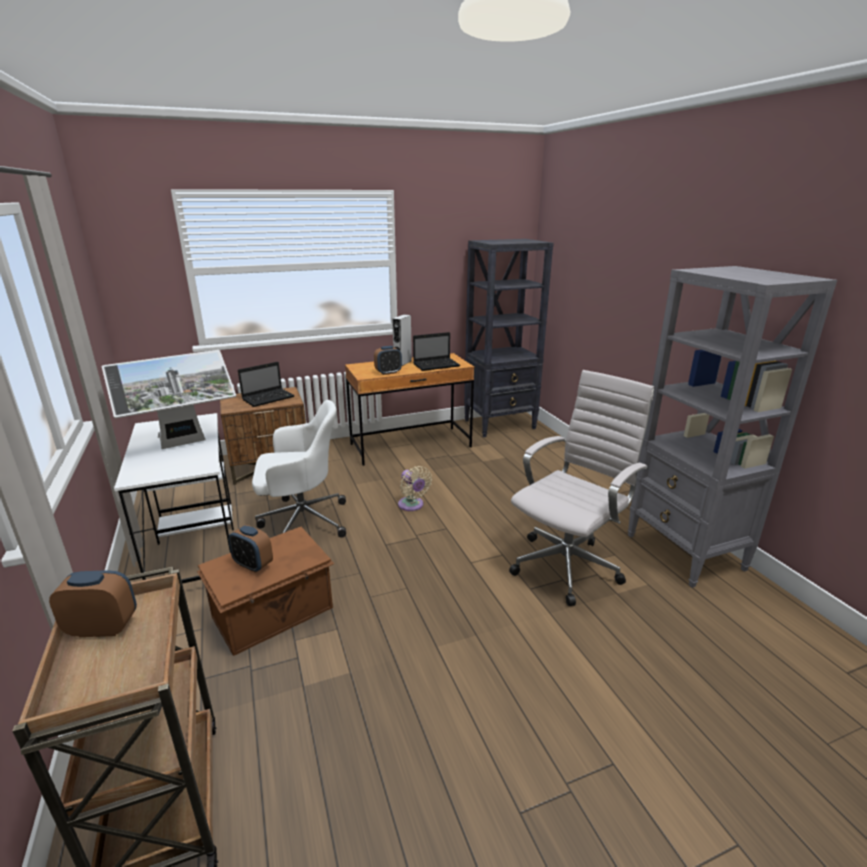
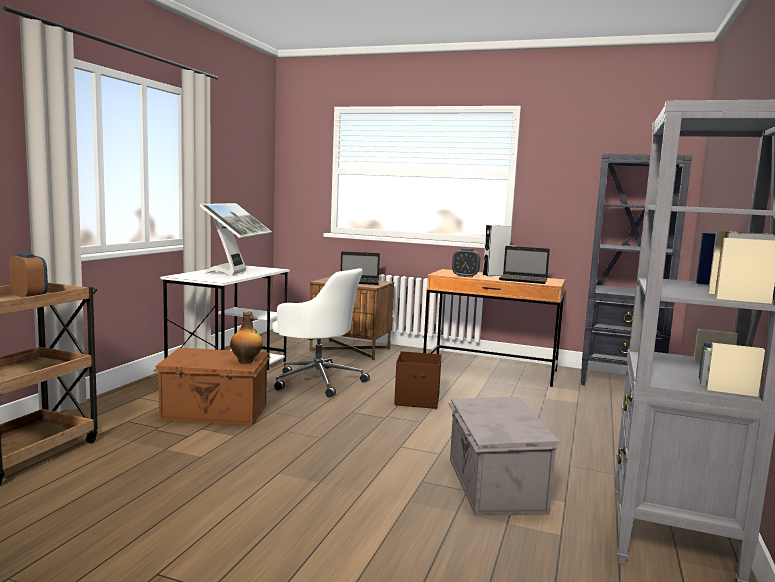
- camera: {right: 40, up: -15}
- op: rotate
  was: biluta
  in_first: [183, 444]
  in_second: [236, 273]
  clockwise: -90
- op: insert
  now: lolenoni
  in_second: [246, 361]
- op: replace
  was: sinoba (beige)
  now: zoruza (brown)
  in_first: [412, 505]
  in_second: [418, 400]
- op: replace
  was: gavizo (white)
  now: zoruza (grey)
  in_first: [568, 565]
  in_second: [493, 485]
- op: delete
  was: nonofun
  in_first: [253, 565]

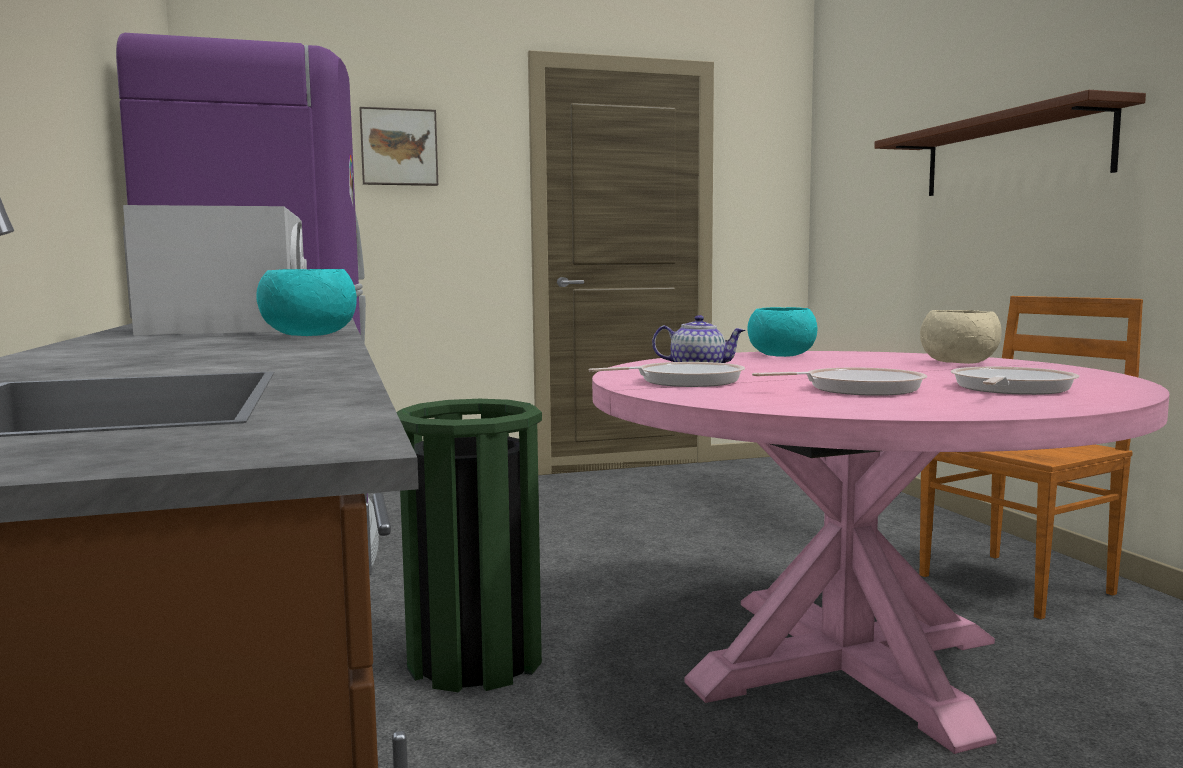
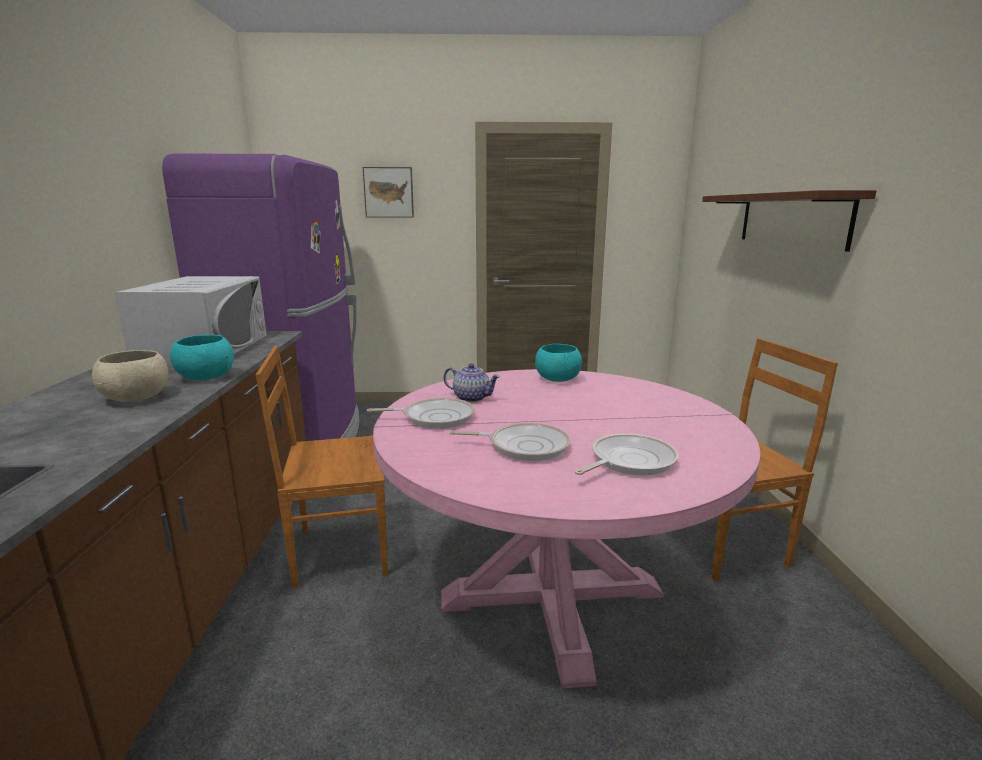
- camera: {right: 15, up: 10}
- op: move
  was: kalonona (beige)
  in_first: [958, 363]
  in_second: [135, 398]
- op: replace
  was: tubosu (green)
  now: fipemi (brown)
  in_first: [475, 660]
  in_second: [339, 552]

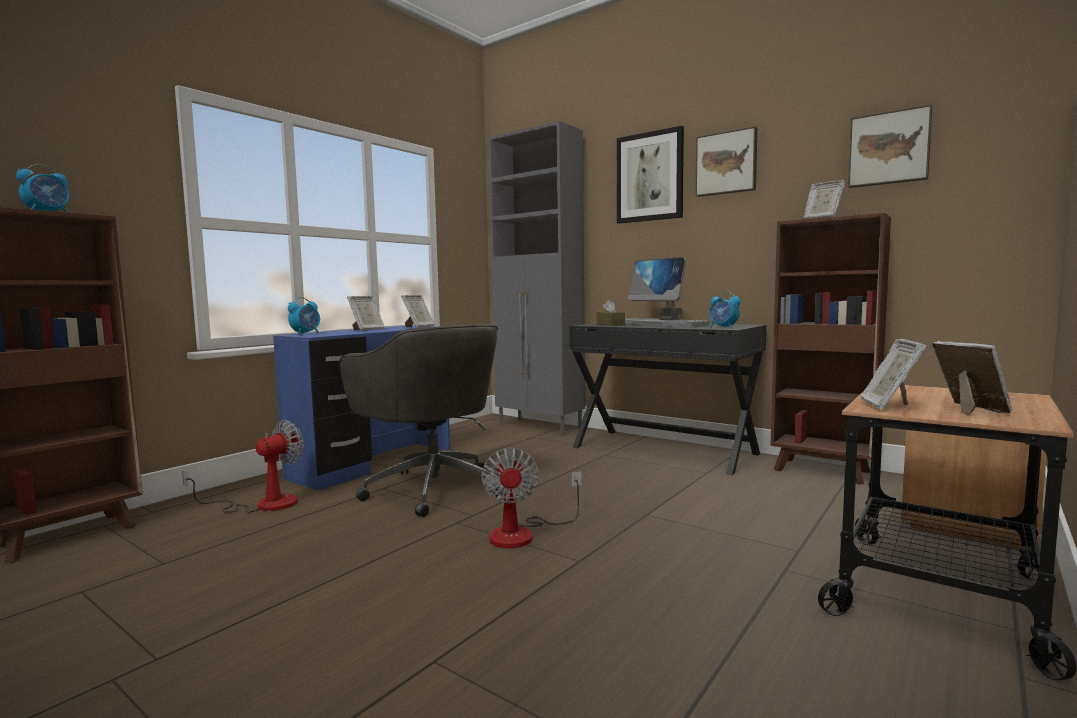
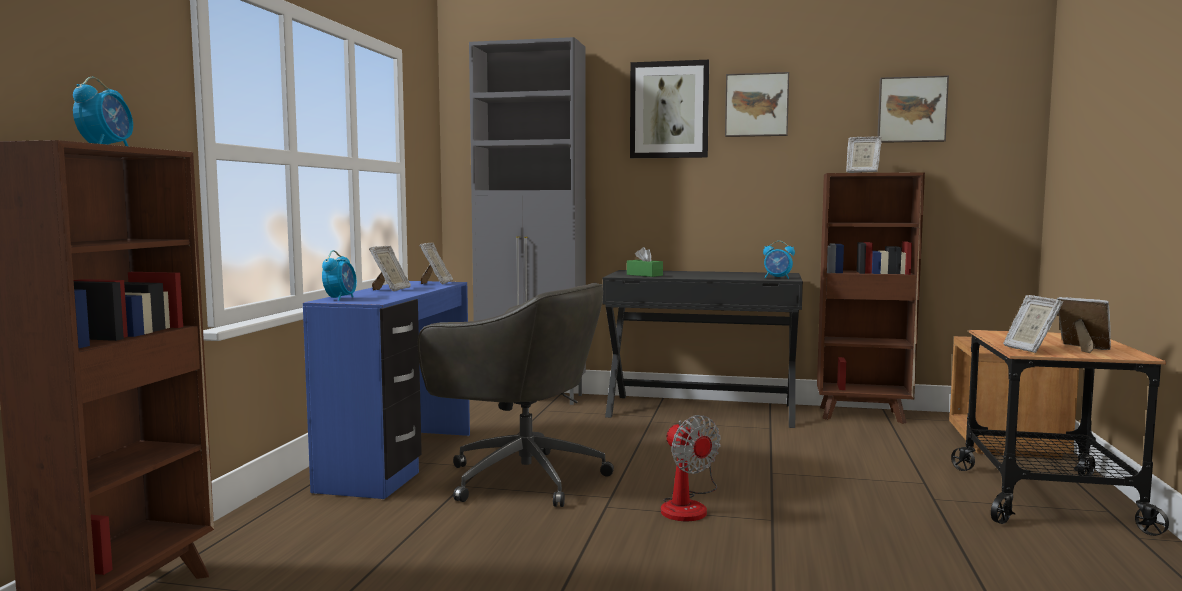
- camera: {right: -25, up: 0}
- op: recolor
  was: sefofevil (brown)
  now: sefofevil (green)
  in_first: [610, 324]
  in_second: [644, 275]
- op: delete
  was: sinoba
  in_first: [262, 504]
- op: delete
  was: biluta
  in_first: [662, 324]

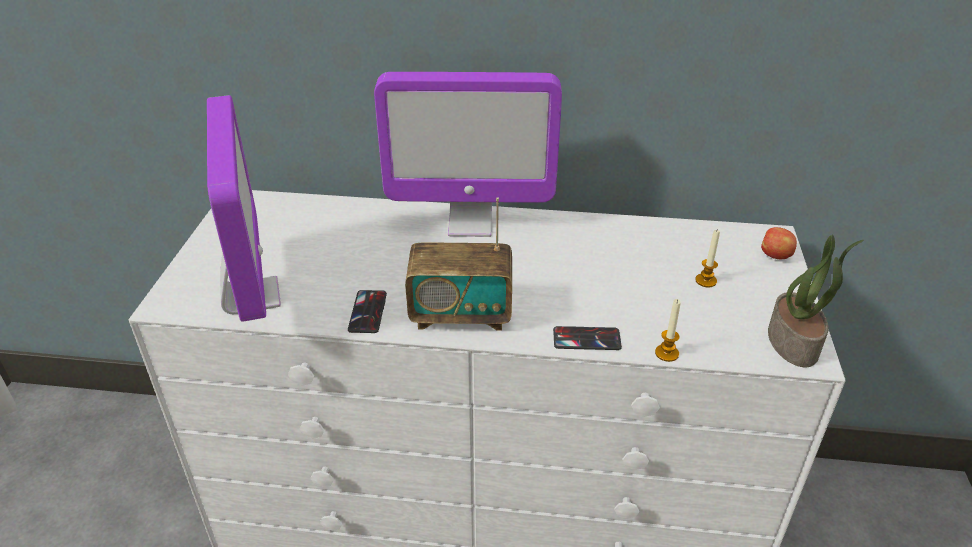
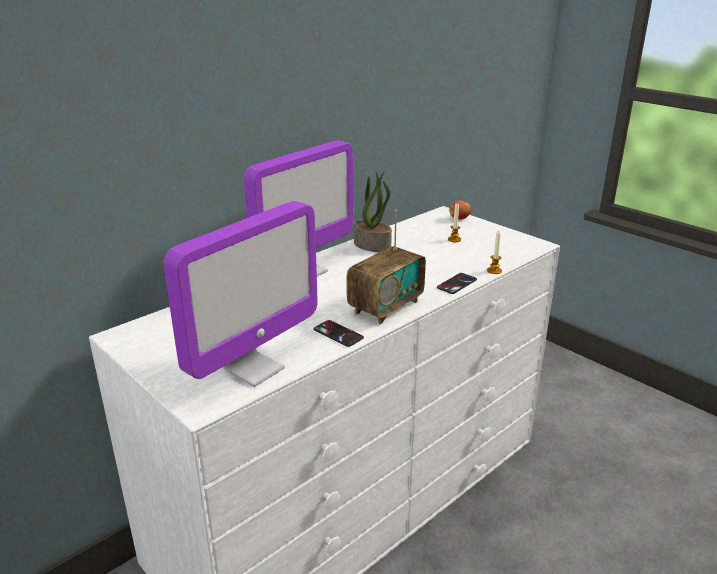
- camera: {right: -50, up: -10}
- op: rotate
  was: biluta
  in_first: [251, 297]
  in_second: [253, 369]
  clockwise: 105
- op: move
  was: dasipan
  in_first: [794, 343]
  in_second: [373, 245]

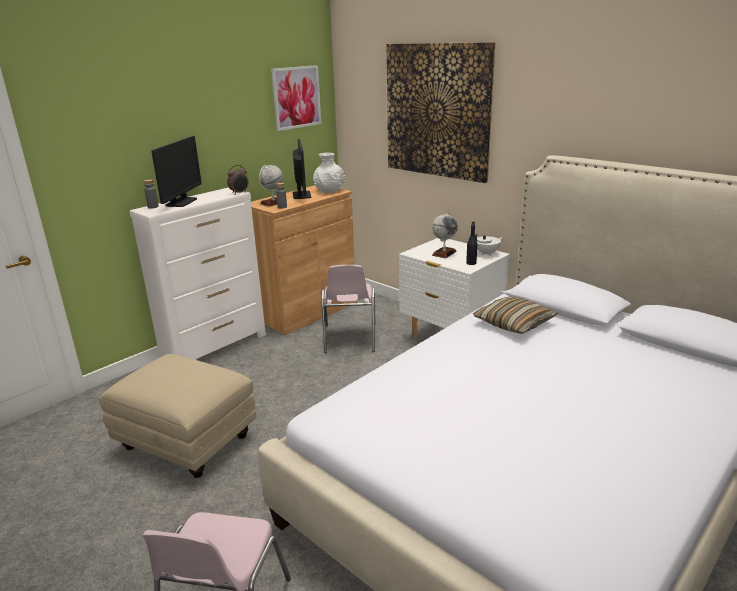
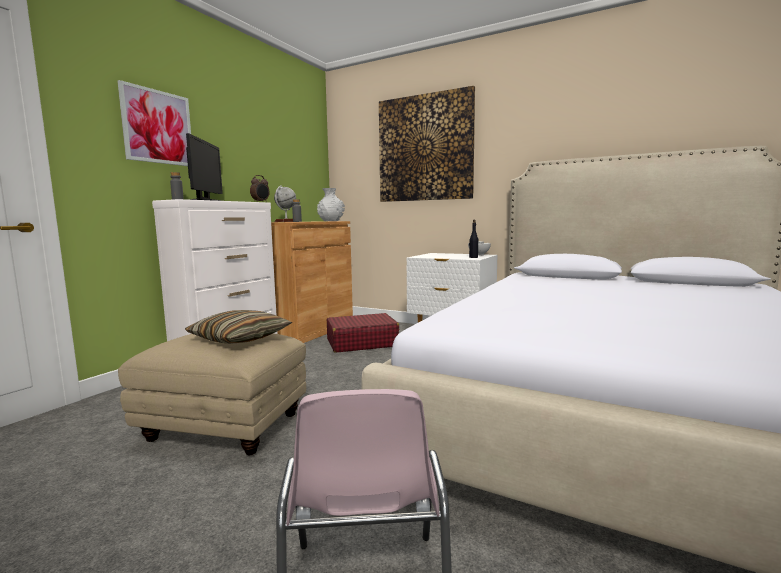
- camera: {right: -15, up: -15}
- op: move
  was: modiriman
  in_first: [296, 97]
  in_second: [157, 127]
- op: move
  was: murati
  in_first: [513, 323]
  in_second: [240, 338]
- op: replace
  was: fipemi (pink)
  now: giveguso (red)
  in_first: [349, 338]
  in_second: [361, 343]
- op: delete
  was: biluta
  in_first: [301, 195]
- op: delete
  was: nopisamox
  in_first: [444, 253]

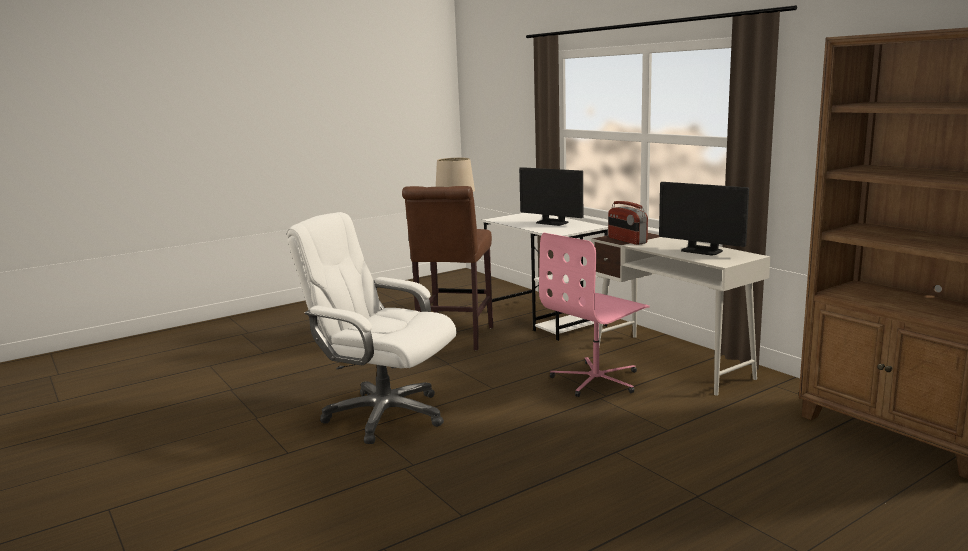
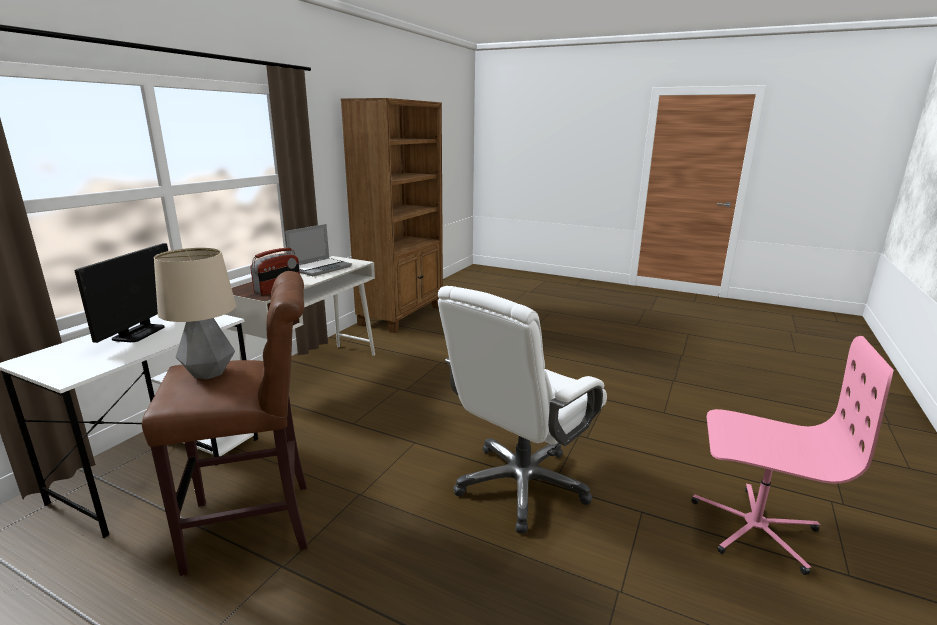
- camera: {right: -120, up: 5}
- op: replace
  was: biluta
  now: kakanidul
  in_first: [701, 251]
  in_second: [320, 268]
- op: rotate
  was: gavizo (white)
  in_first: [384, 415]
  in_second: [520, 485]
  clockwise: 45
- op: move
  was: gavizo (pink)
  in_first: [597, 380]
  in_second: [753, 527]

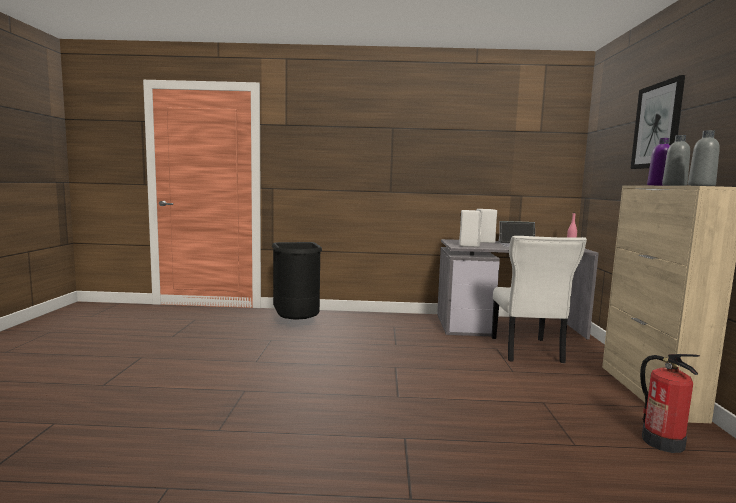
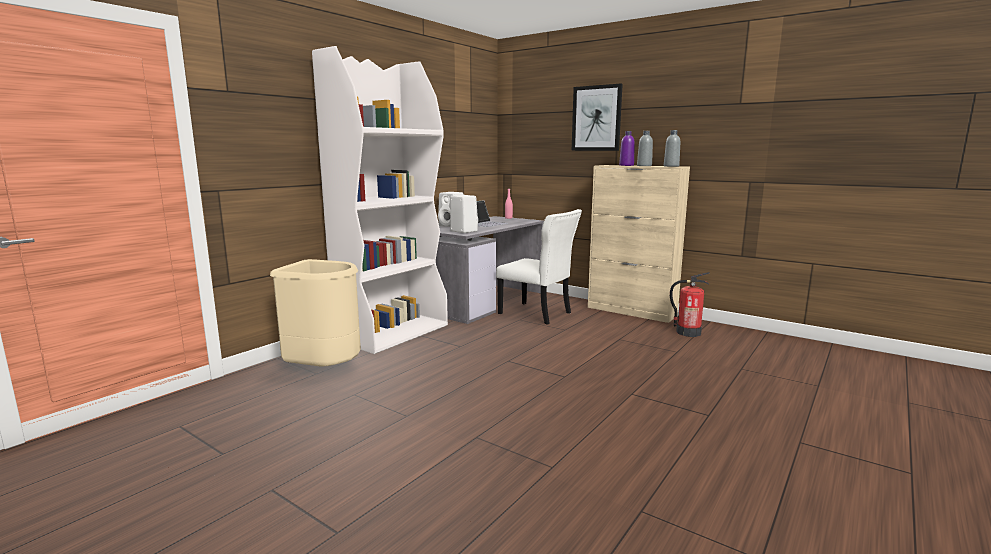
- camera: {right: -55, up: 5}
- op: recolor
  was: tubosu (black)
  now: tubosu (beige)
  in_first: [297, 323]
  in_second: [325, 369]
- op: insert
  now: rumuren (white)
  in_second: [393, 332]

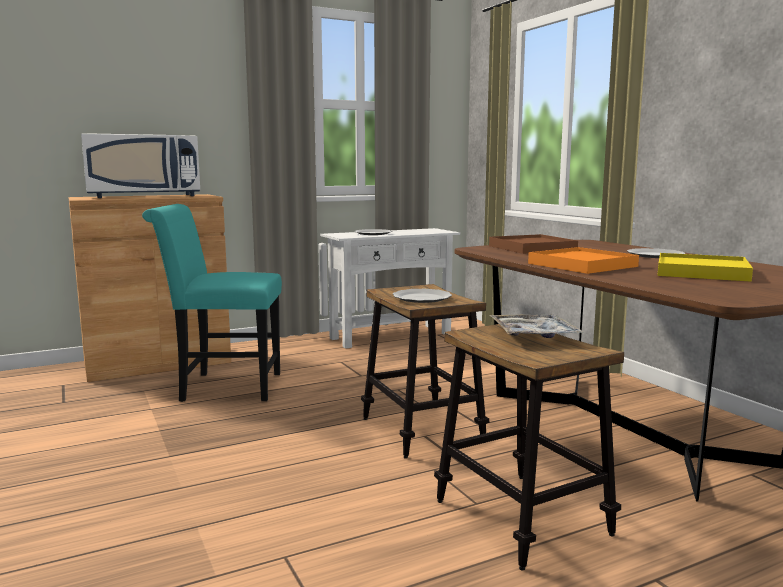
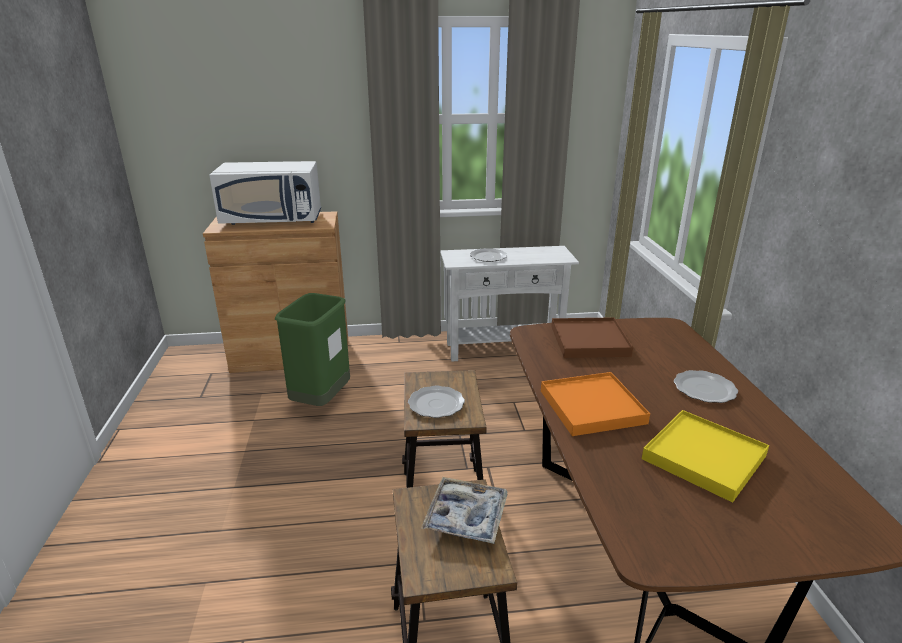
- camera: {right: 20, up: 15}
- op: replace
  was: fipemi (turquoise)
  now: tubosu (green)
  in_first: [223, 387]
  in_second: [321, 401]

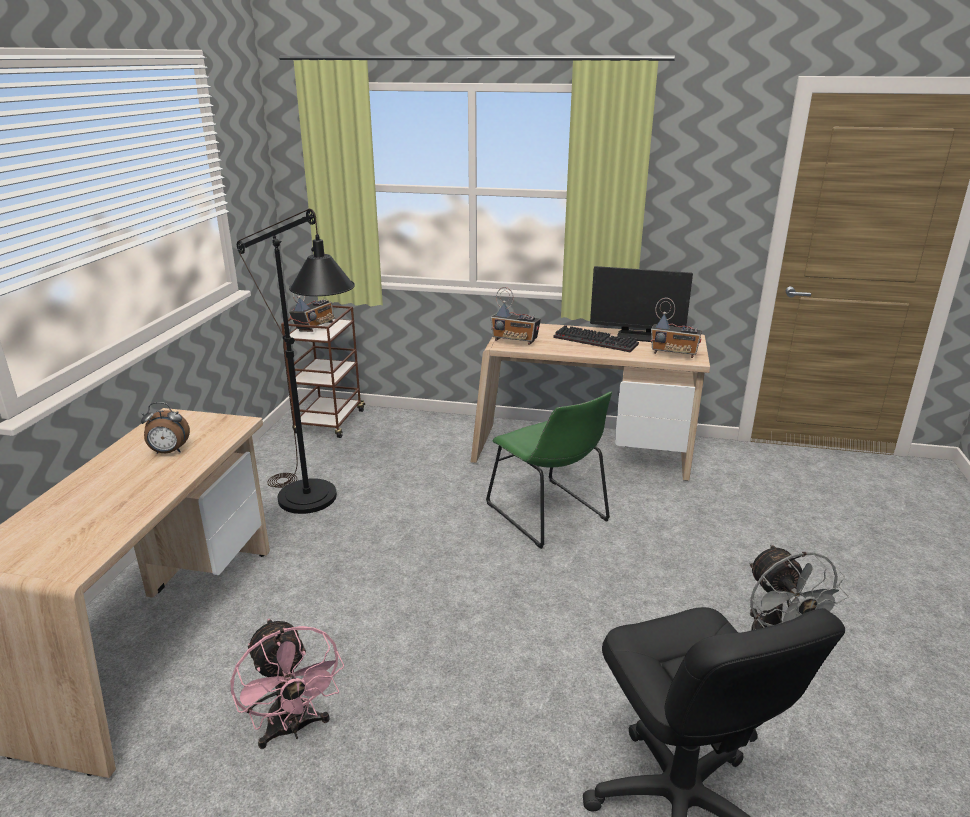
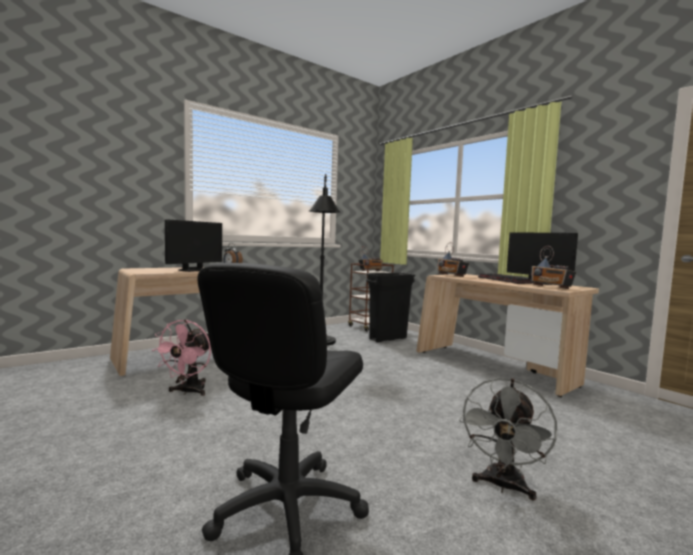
- camera: {right: 40, up: -20}
- op: insert
  now: biluta
  in_second: [194, 270]
- op: insert
  now: tubosu (black)
  in_second: [388, 339]
- op: delete
  was: fipemi (green)
  in_first: [549, 515]

